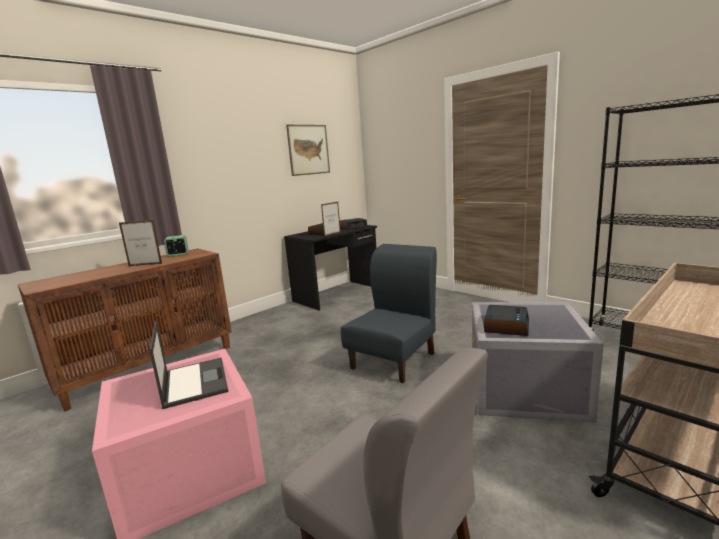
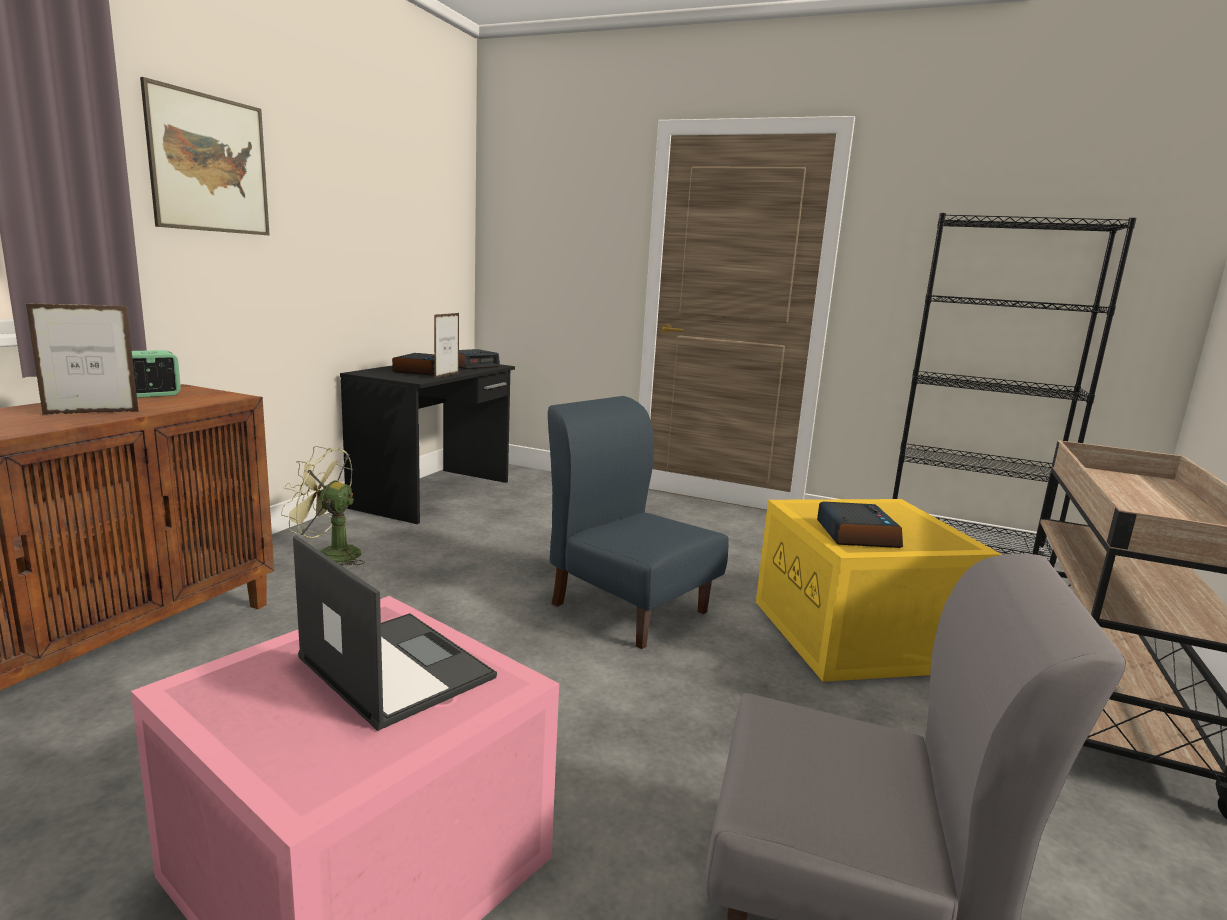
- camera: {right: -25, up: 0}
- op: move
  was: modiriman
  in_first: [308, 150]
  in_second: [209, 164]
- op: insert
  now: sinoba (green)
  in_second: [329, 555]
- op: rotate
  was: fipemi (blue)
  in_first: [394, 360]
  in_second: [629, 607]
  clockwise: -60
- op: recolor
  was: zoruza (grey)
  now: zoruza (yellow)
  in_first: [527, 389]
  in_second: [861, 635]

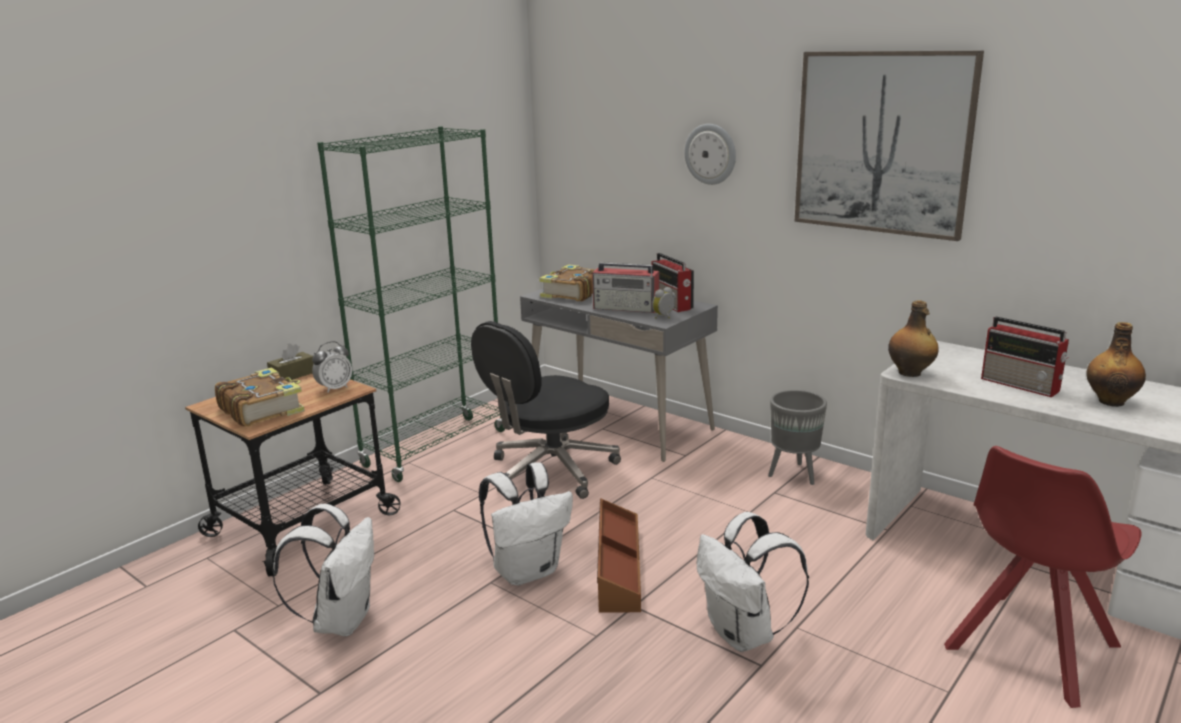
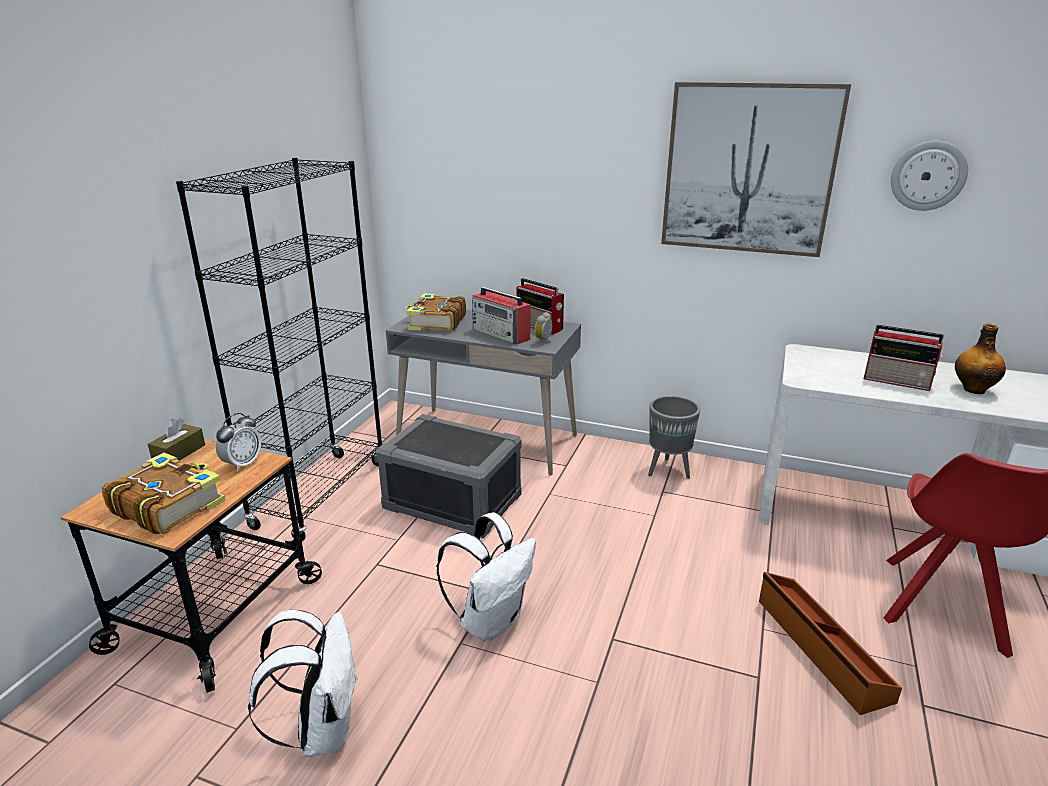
- camera: {right: -20, up: 5}
- op: recolor
  was: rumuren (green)
  now: rumuren (black)
  in_first: [435, 448]
  in_second: [321, 495]
- op: replace
  was: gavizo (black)
  now: zoruza (grey)
  in_first: [550, 471]
  in_second: [451, 502]
- op: rotate
  was: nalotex
  in_first: [627, 308]
  in_second: [501, 334]
  clockwise: 45
- op: move
  was: zoruza (brown)
  in_first: [617, 567]
  in_second: [820, 648]
- op: move
  was: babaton
  in_first: [711, 154]
  in_second: [928, 176]
- op: delete
  was: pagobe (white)
  in_first: [744, 635]
- op: delete
  was: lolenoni
  in_first: [910, 373]

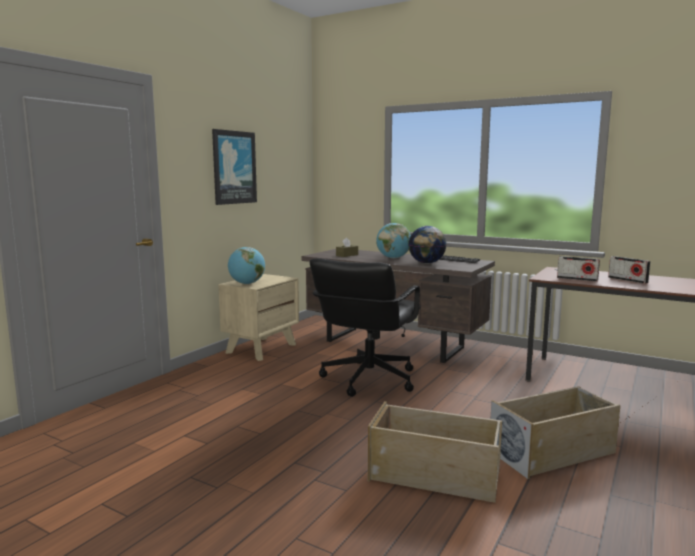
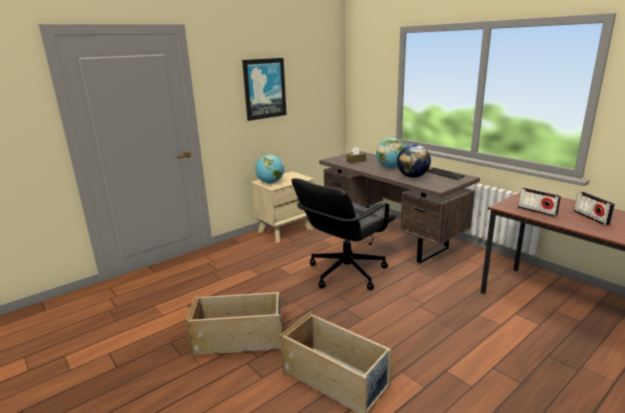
- camera: {right: 20, up: 10}
- op: move
  was: zoruza (beige)
  in_first: [553, 452]
  in_second: [240, 339]

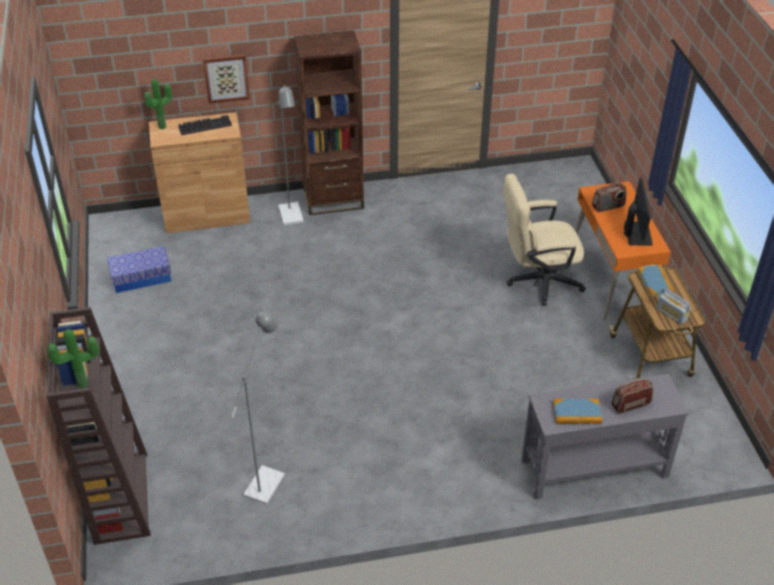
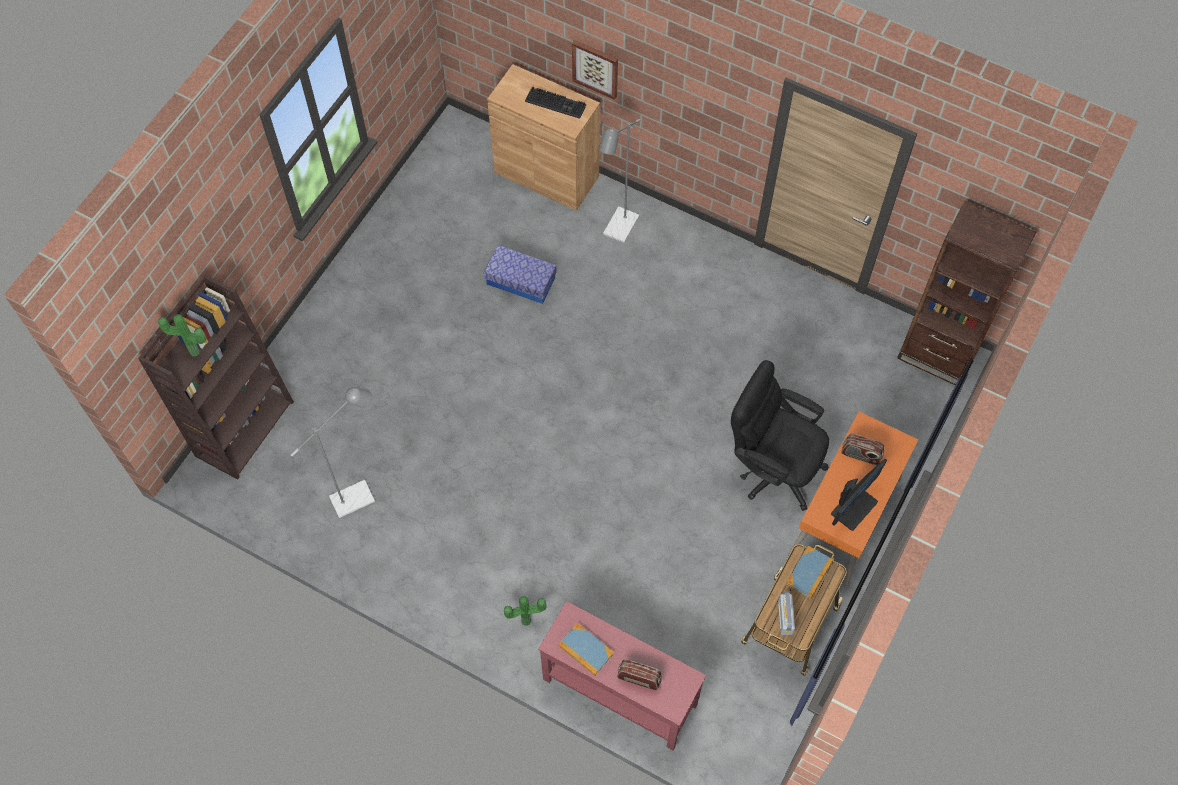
- camera: {right: 40, up: 20}
- op: move
  was: zoruza
  in_first: [141, 277]
  in_second: [520, 281]
- op: move
  was: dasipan
  in_first: [163, 127]
  in_second: [527, 623]
- op: recolor
  was: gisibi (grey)
  now: gisibi (red)
  in_first: [593, 468]
  in_second: [619, 691]
- op: recolor
  was: gavizo (beige)
  now: gavizo (black)
  in_first: [537, 281]
  in_second: [772, 466]
- op: move
  was: rumuren (brown)
  in_first: [333, 200]
  in_second: [937, 355]

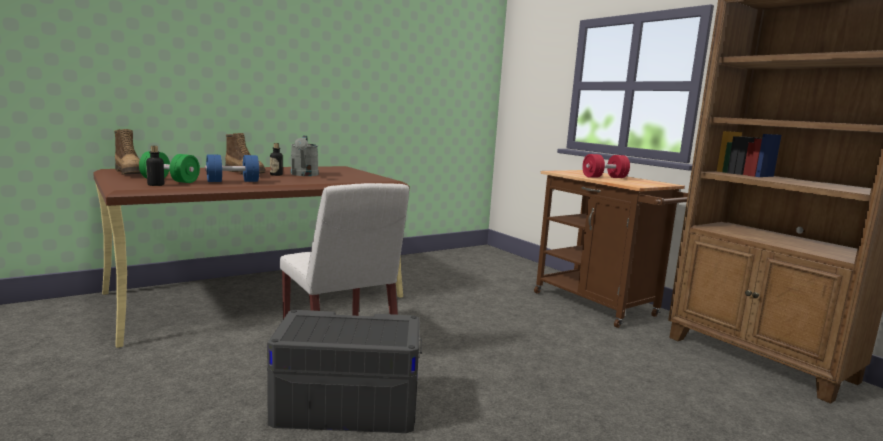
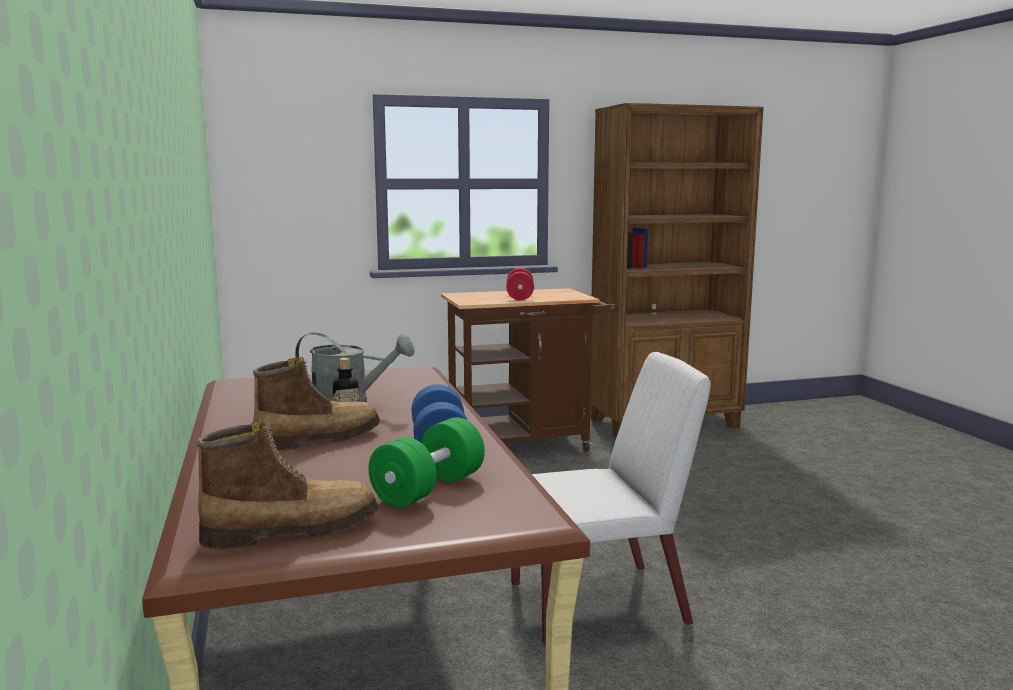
- camera: {right: -70, up: 0}
- op: delete
  was: lolenoni
  in_first: [156, 185]
- op: delete
  was: zoruza (grey)
  in_first: [346, 406]

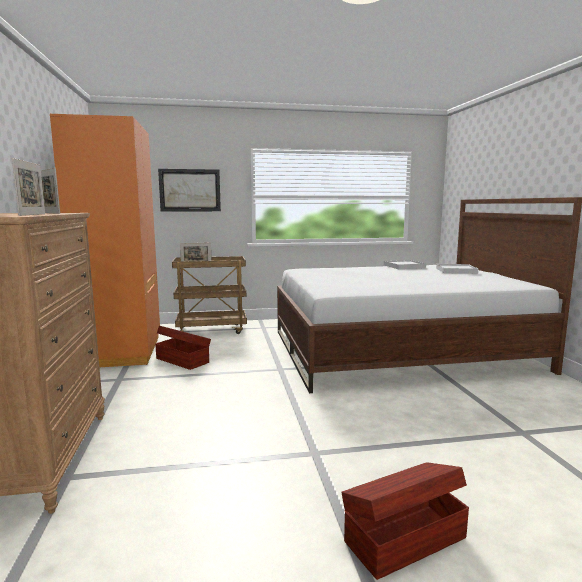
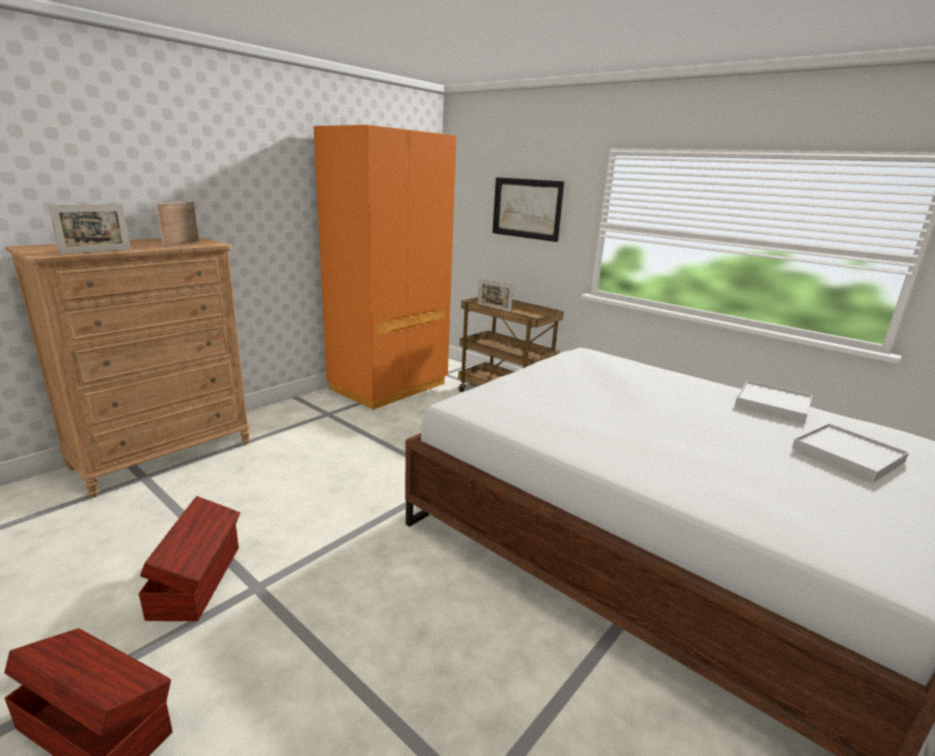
- camera: {right: 50, up: 10}
- op: move
  was: zoruza (brown)
  in_first: [182, 360]
  in_second: [198, 580]

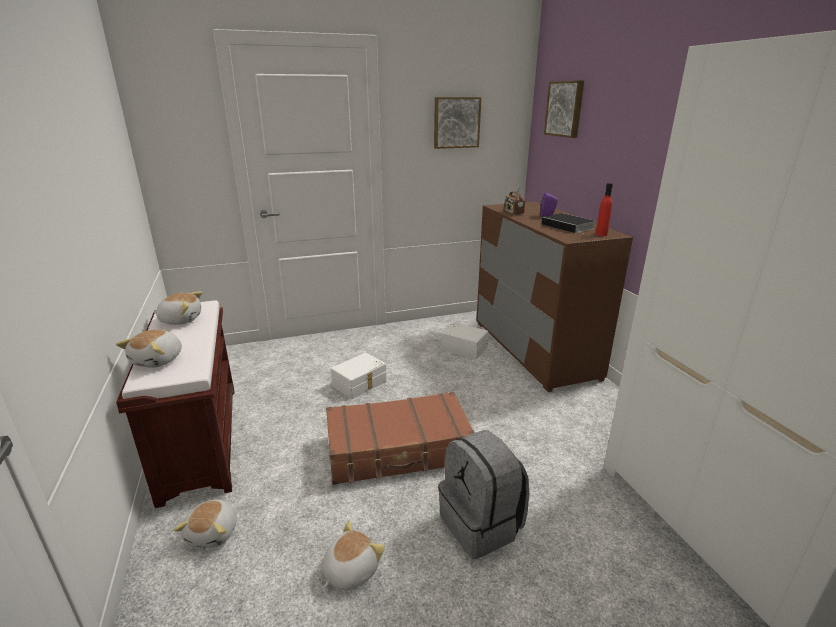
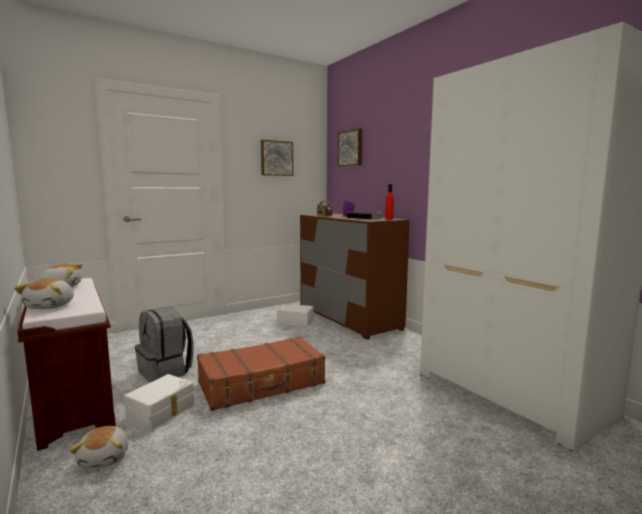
- camera: {right: -15, up: -15}
- op: move
  was: zoruza (white)
  in_first: [360, 384]
  in_second: [162, 411]
- op: move
  was: pagobe (grey)
  in_first: [482, 524]
  in_second: [166, 371]
- op: delete
  was: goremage
  in_first: [349, 570]

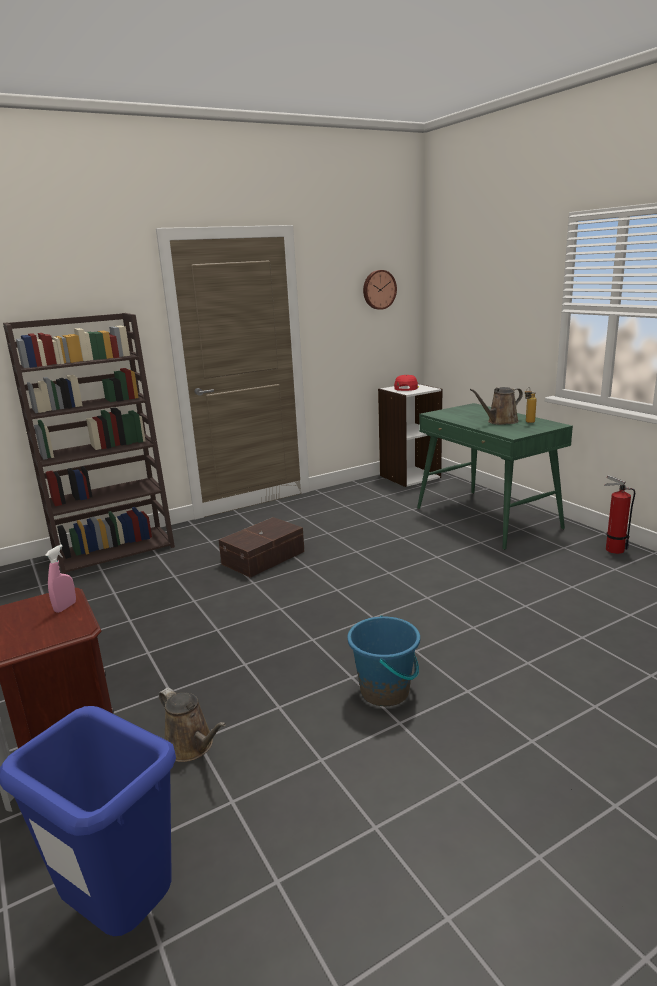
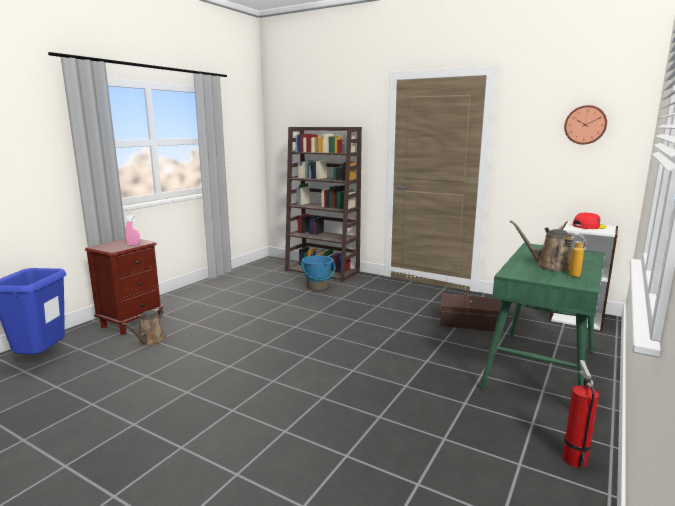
- camera: {right: 60, up: -5}
- op: move
  was: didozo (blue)
  in_first: [385, 691]
  in_second: [317, 287]
- op: move
  was: zoruza (brown)
  in_first: [264, 558]
  in_second: [470, 322]

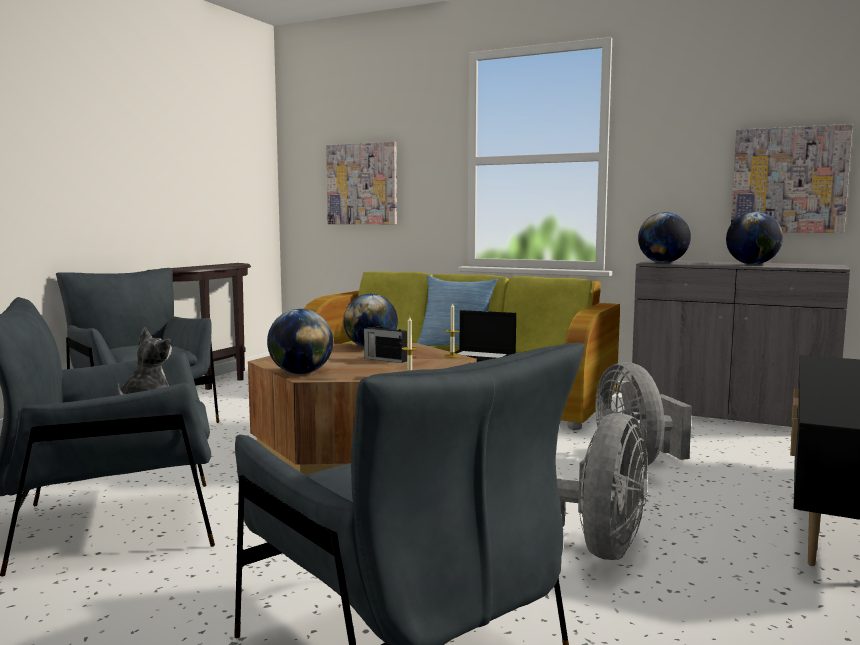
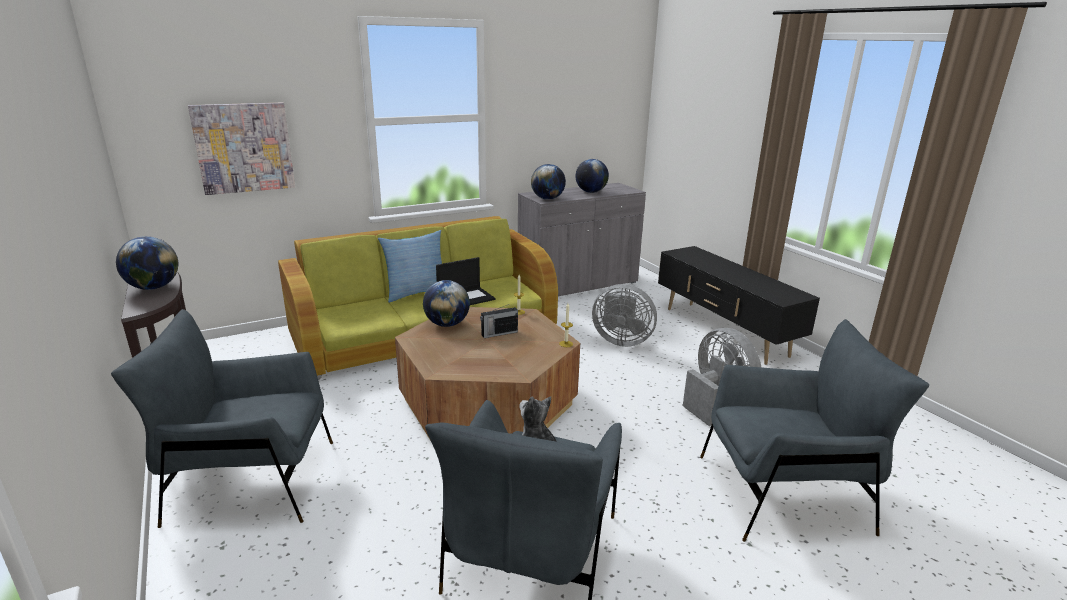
- camera: {right: -55, up: 15}
- op: move
  was: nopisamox
  in_first: [301, 373]
  in_second: [153, 287]
- op: delete
  was: modiriman
  in_first: [789, 180]

